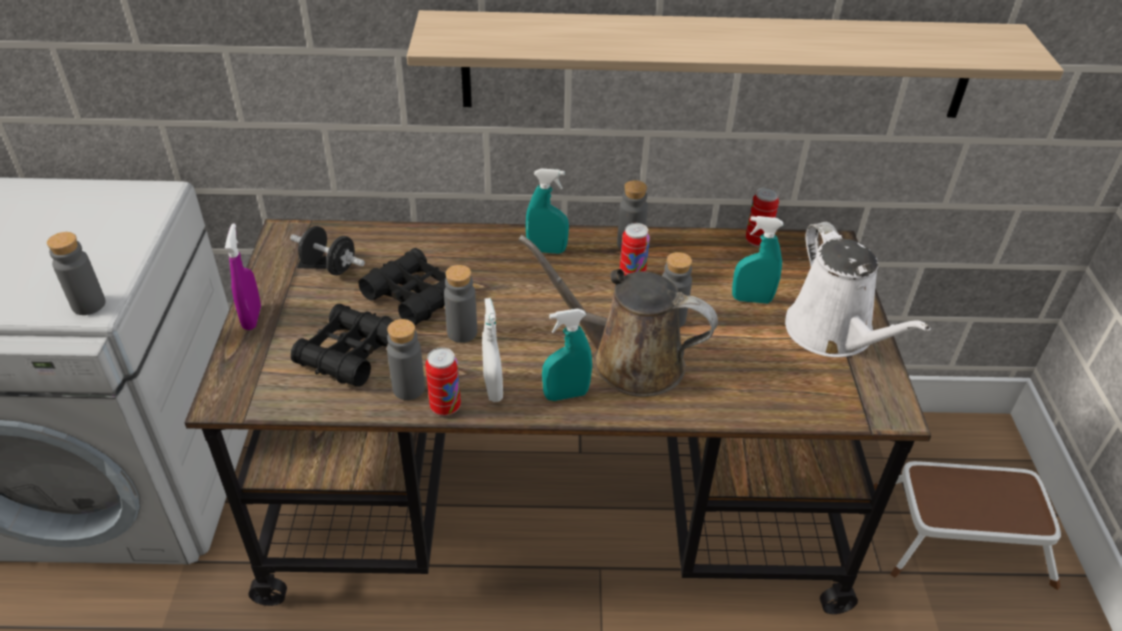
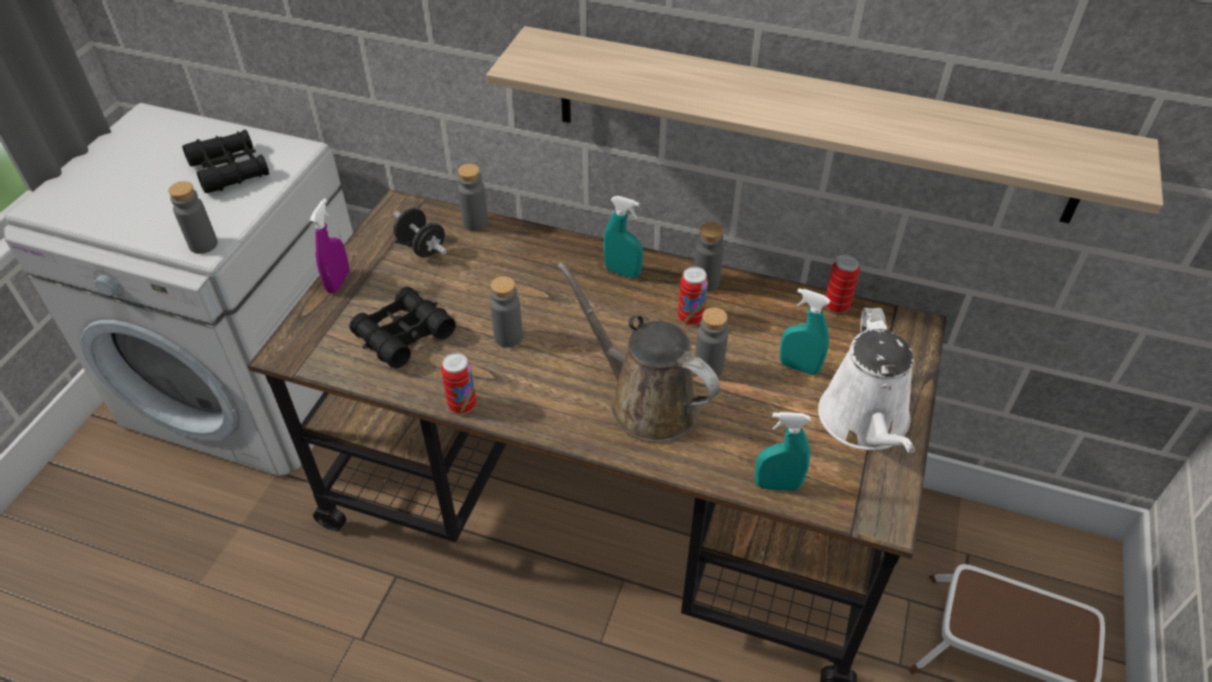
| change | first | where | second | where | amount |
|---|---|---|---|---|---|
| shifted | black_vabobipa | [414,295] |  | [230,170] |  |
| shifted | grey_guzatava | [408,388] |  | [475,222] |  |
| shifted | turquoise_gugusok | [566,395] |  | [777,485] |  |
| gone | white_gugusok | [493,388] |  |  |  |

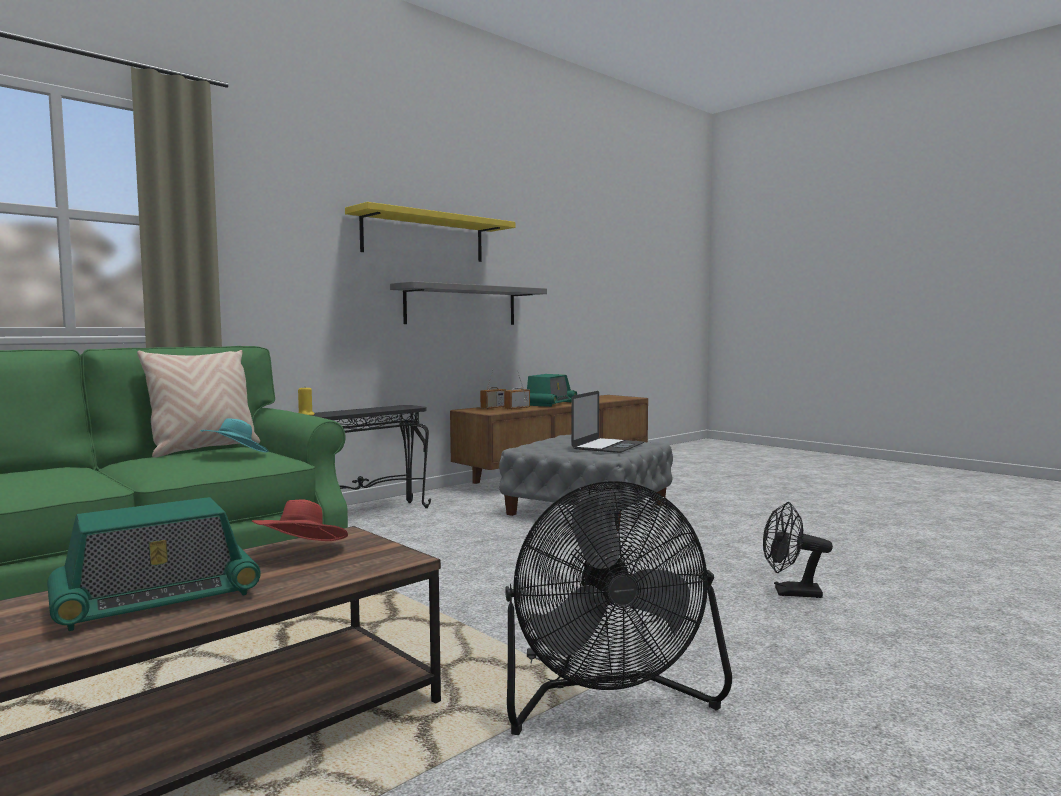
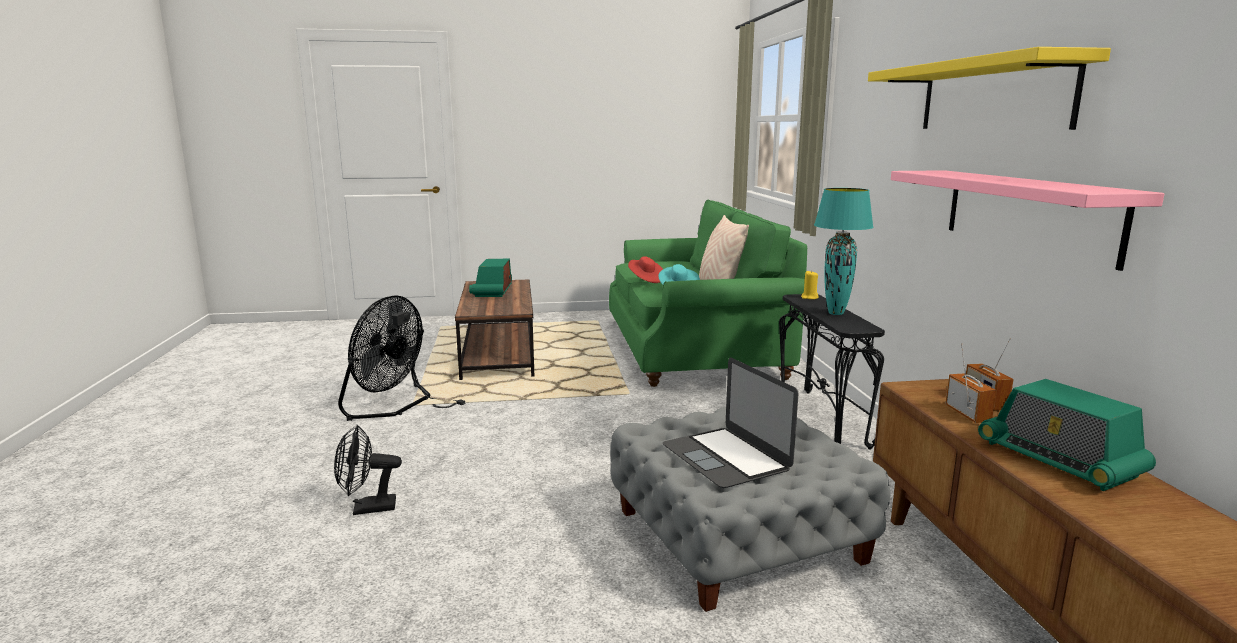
| change | first | where | second | where | amount |
|---|---|---|---|---|---|
| rotated | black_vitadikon | [790,593] |  | [367,509] | 150 degrees counterclockwise |
| shifted | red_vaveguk | [301,552] |  | [645,280] |  |
| new |  |  | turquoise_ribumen | [835,313] |  |
| repainted | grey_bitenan | [461,305] | pink_bitenan | [1027,213] |  |

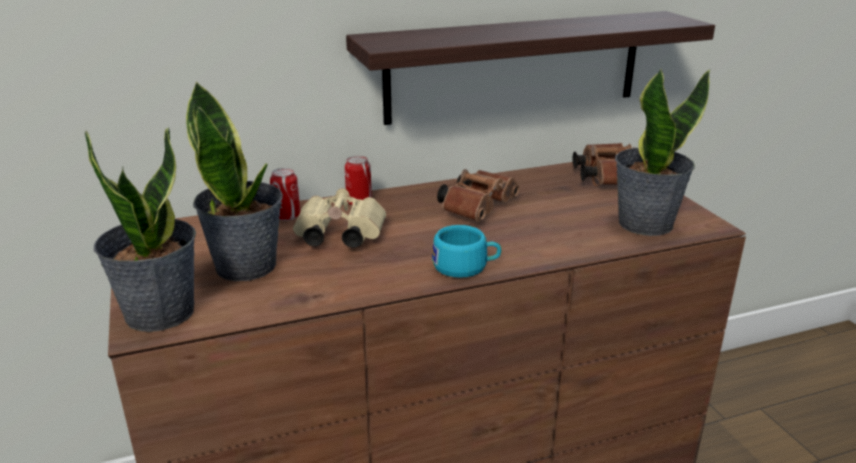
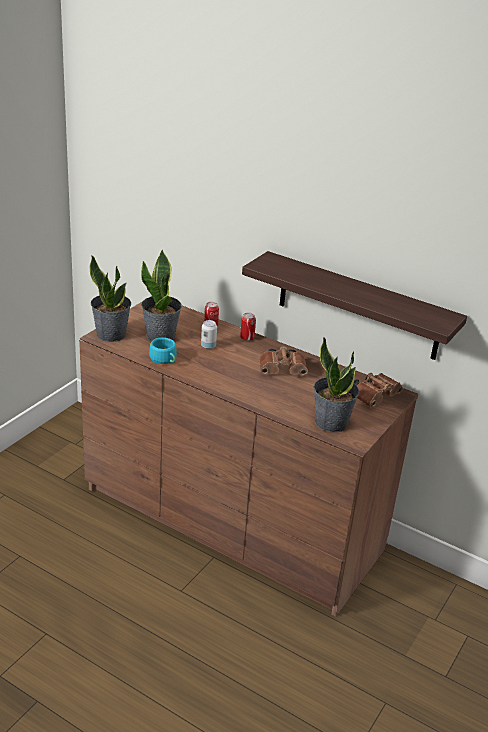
| change | first | where | second | where | amount |
|---|---|---|---|---|---|
| shifted | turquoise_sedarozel | [466,267] |  | [164,360] |  |
| swapped | beige_vabobipa | [337,237] | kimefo | [208,346] |  |

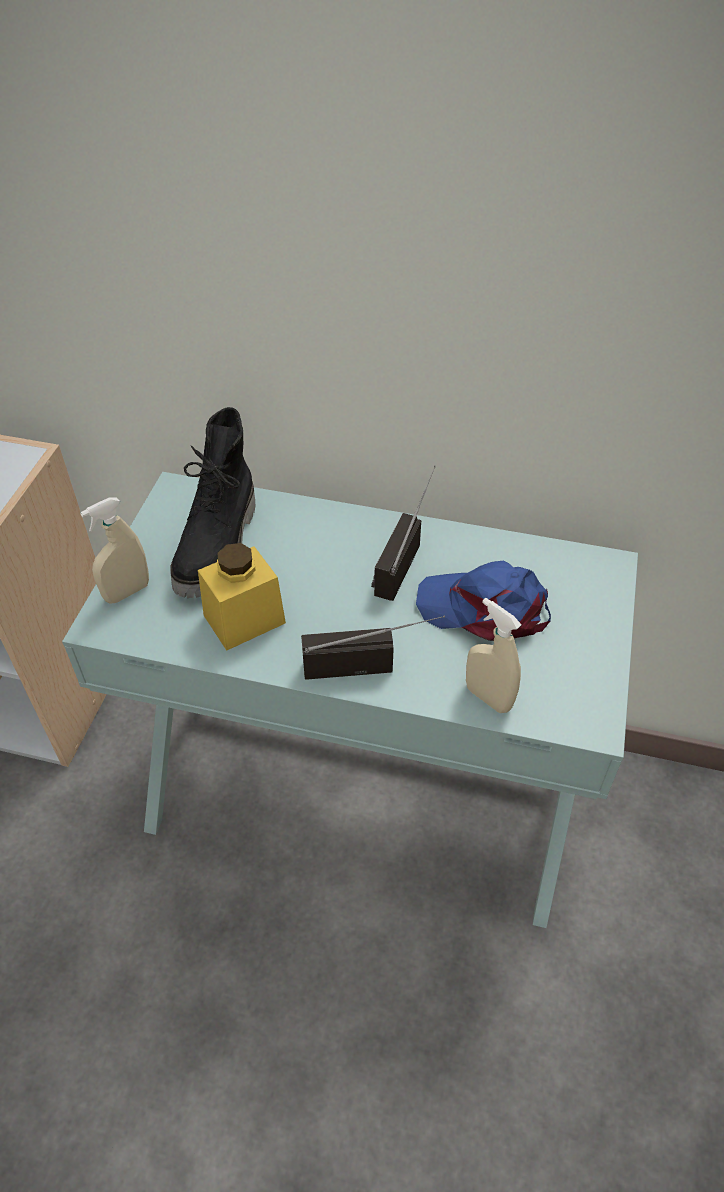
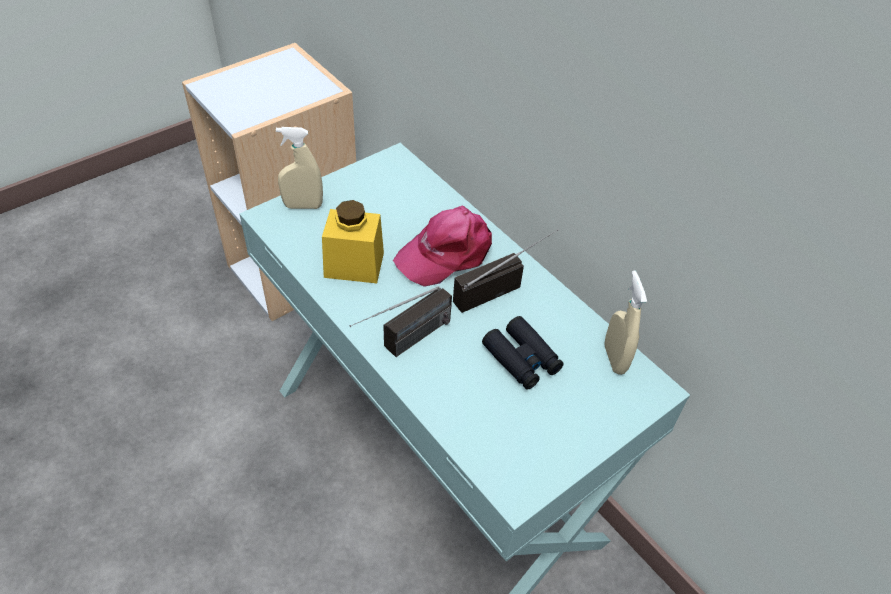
| change | first | where | second | where | amount |
|---|---|---|---|---|---|
| rotated | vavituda | [371,663] |  | [404,344] | 105 degrees clockwise |
| new |  |  | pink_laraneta | [446,253] |  |
| swapped | blue_laraneta | [485,609] | black_vabobipa | [522,359] |  |
| shifted | beige_gugusok | [488,697] |  | [614,359] |  |
| gone | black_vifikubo | [220,547] |  |  |  |

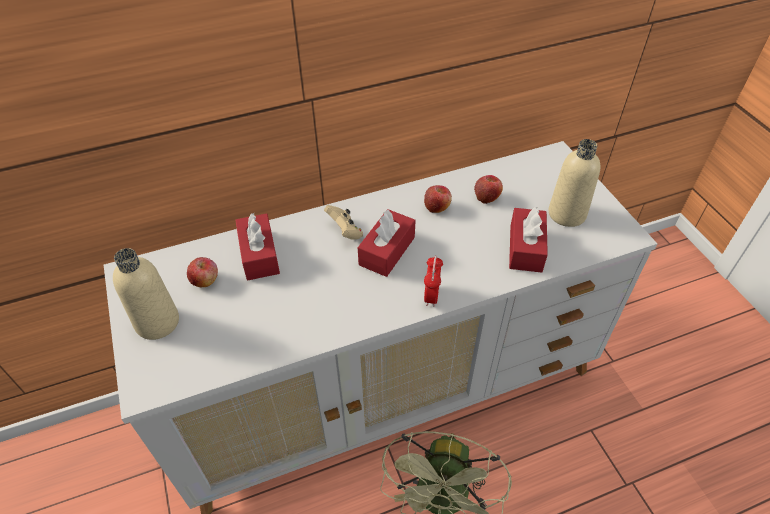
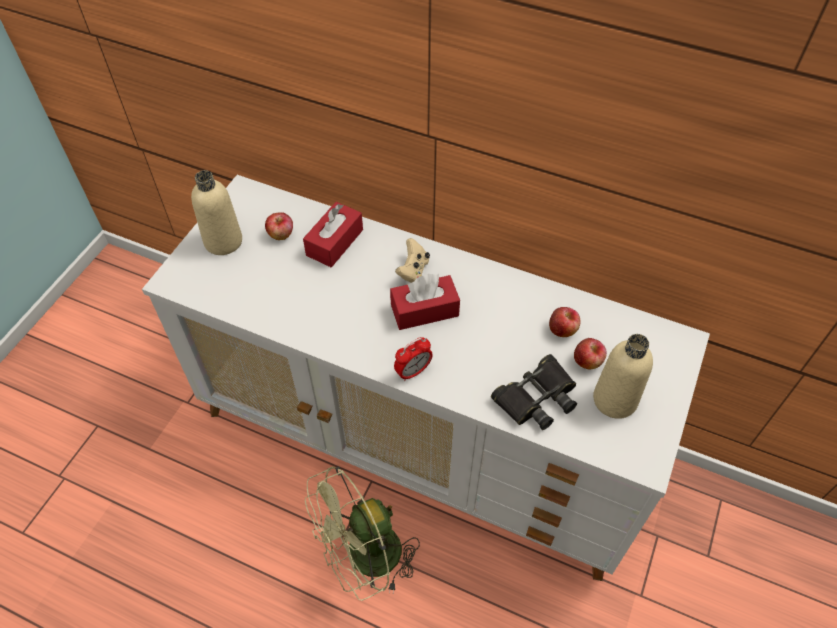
| change | first | where | second | where | amount |
|---|---|---|---|---|---|
| swapped | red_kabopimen | [525,248] | black_vabobipa | [536,397] |  |
| shifted | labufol | [437,207] |  | [587,361] |  |

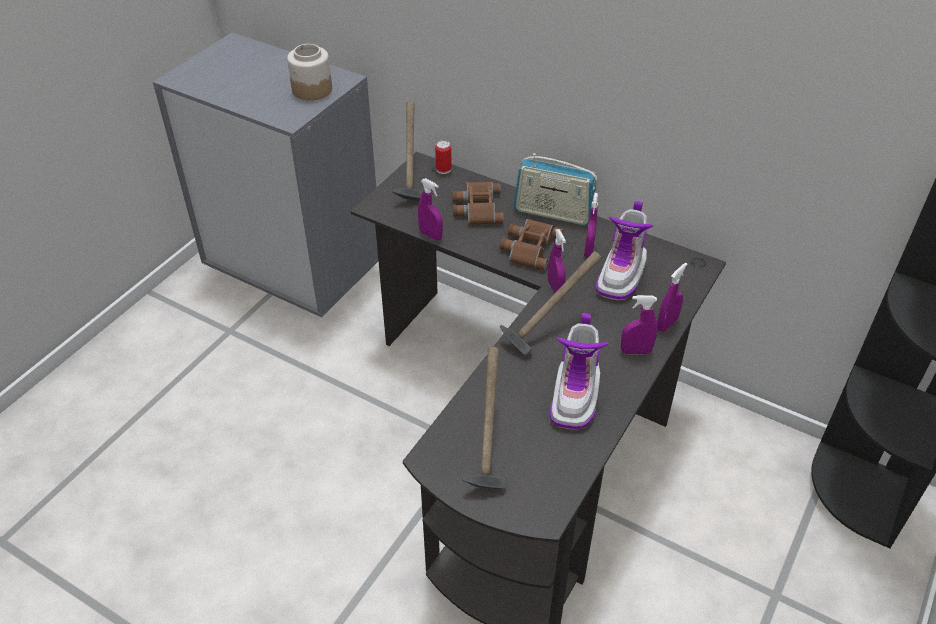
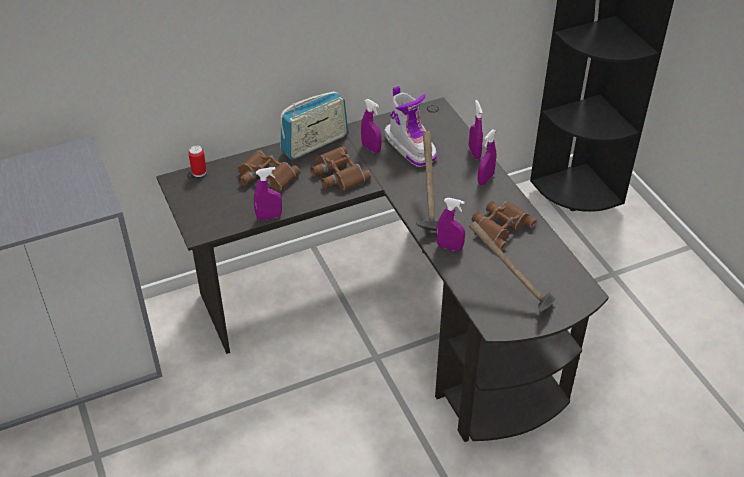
| change | first | where | second | where | amount |
|---|---|---|---|---|---|
| shifted | purple_gugusok | [555,288] |  | [449,247] |  |
| swapped | vifikubo | [575,395] | brown_vabobipa | [499,227] |  |
| gone | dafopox | [312,89] |  |  |  |
| gone | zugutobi | [410,180] |  |  |  |

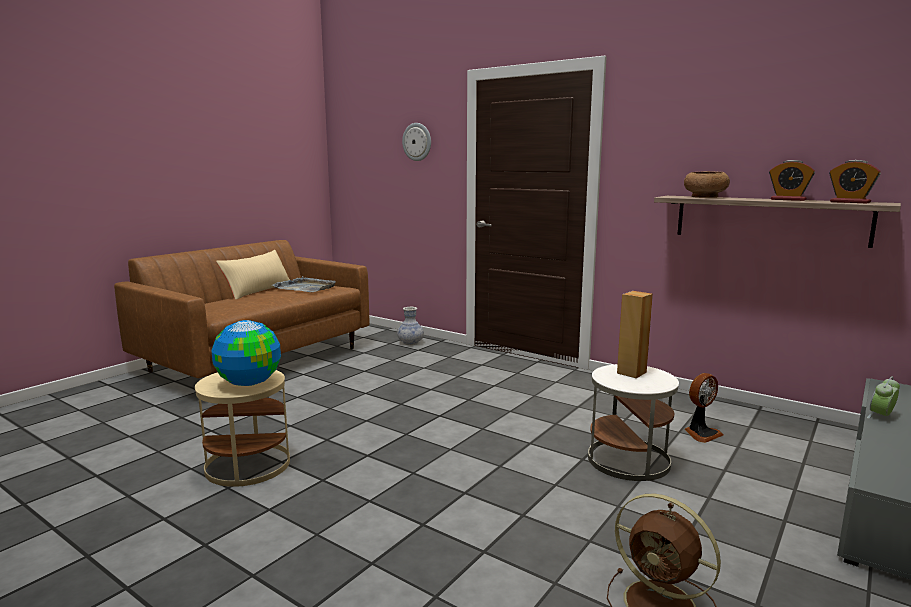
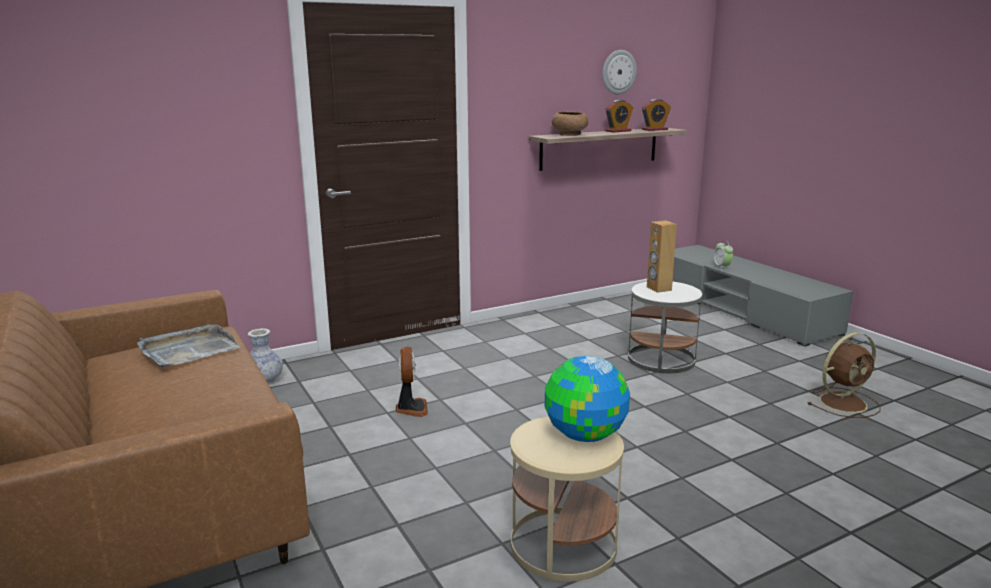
| change | first | where | second | where | amount |
|---|---|---|---|---|---|
| shifted | vitadikon | [701,433] |  | [411,408] |  |
| shifted | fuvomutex | [417,142] |  | [618,72] |  |
| gone | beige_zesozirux | [258,291] |  |  |  |

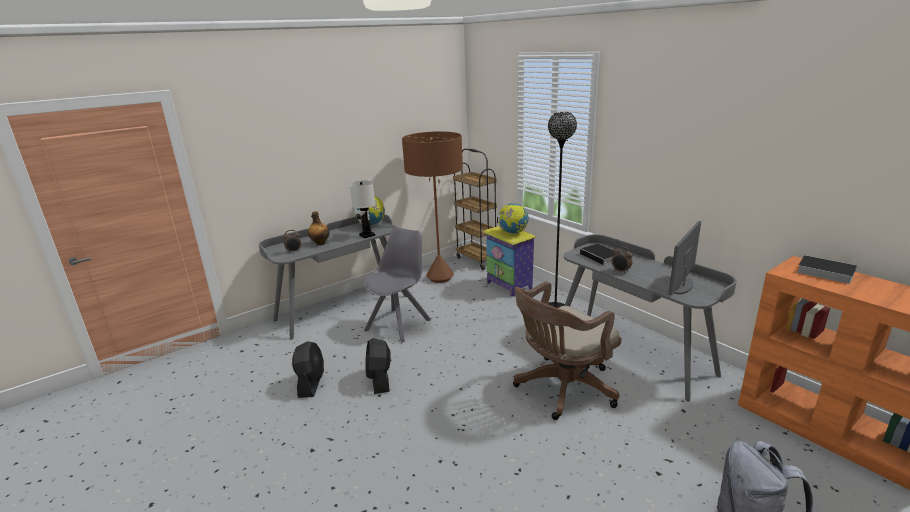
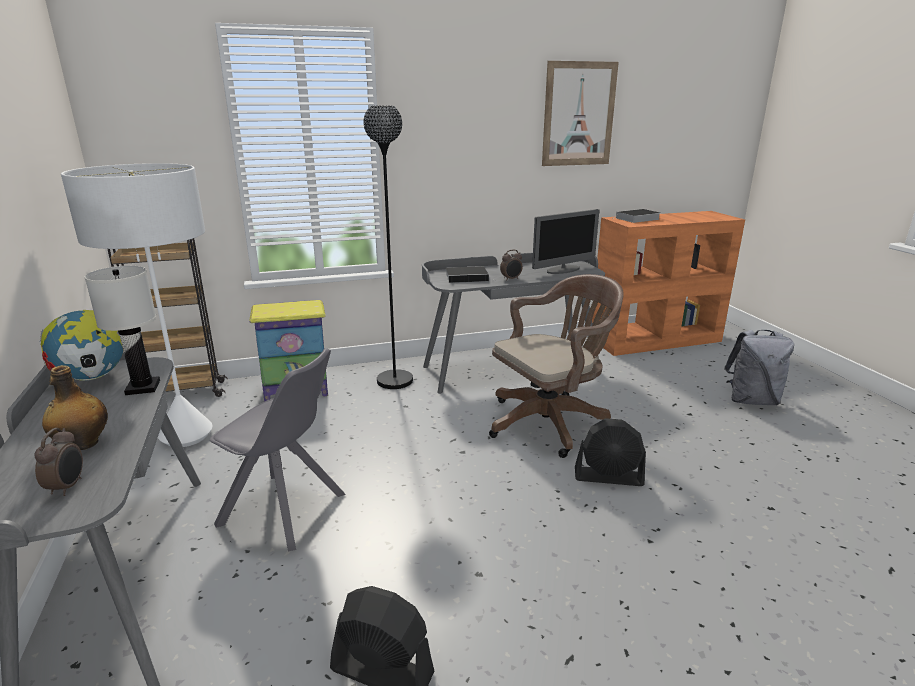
| change | first | where | second | where | amount |
|---|---|---|---|---|---|
| repainted | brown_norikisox | [440,278] | white_norikisox | [187,436] |  |
| rotated | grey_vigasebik | [399,324] |  | [285,511] | 150 degrees clockwise |
| rotated | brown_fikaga | [562,389] |  | [551,422] | 105 degrees counterclockwise |
| rotated | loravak | [681,286] |  | [563,270] | 90 degrees counterclockwise |
| new |  |  | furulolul | [578,114] |  |
| shifted | black_vitadikon | [379,380] |  | [608,477] |  |
| gone | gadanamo | [513,233] |  |  |  |

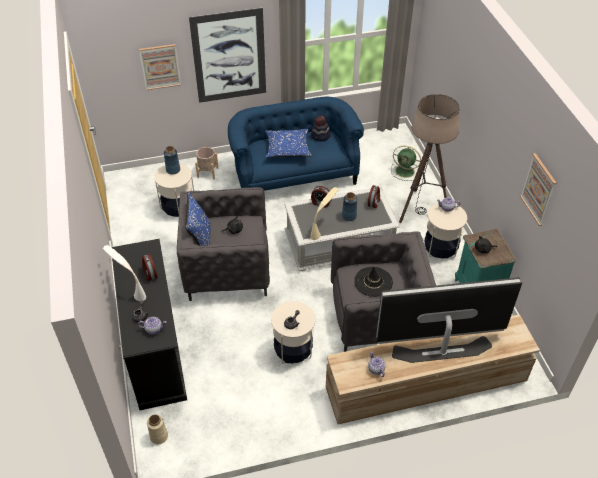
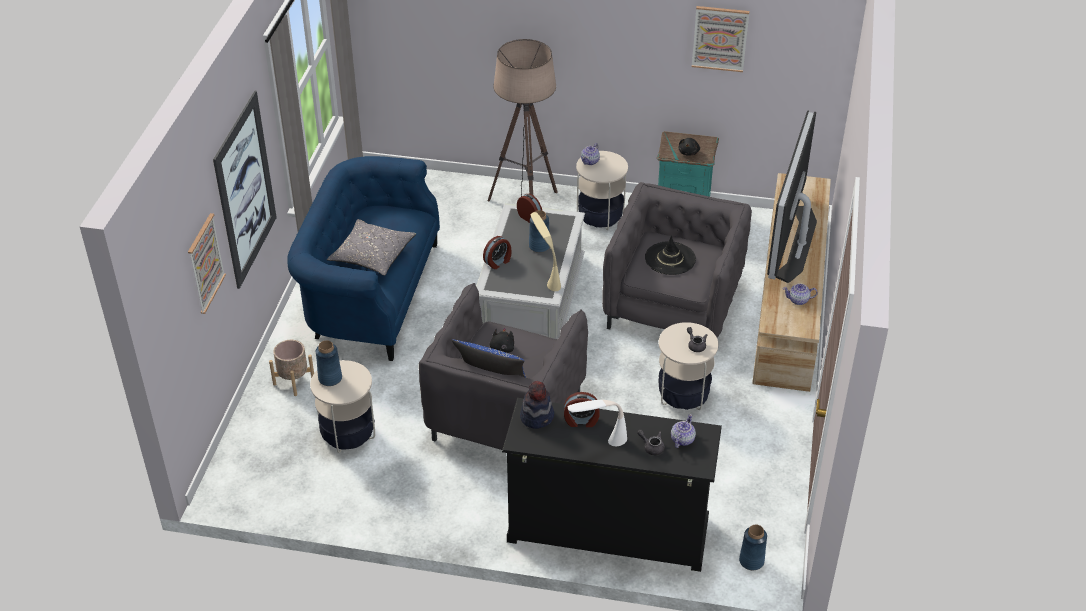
| change | first | where | second | where | amount |
|---|---|---|---|---|---|
| repainted | blue_zesozirux | [287,148] | grey_zesozirux | [372,255] |  |
| shifted | vaveguk | [320,136] |  | [537,416] |  |
| repainted | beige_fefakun | [159,436] | blue_fefakun | [751,561] |  |
| gone | green_vitadikon | [405,171] |  |  |  |

